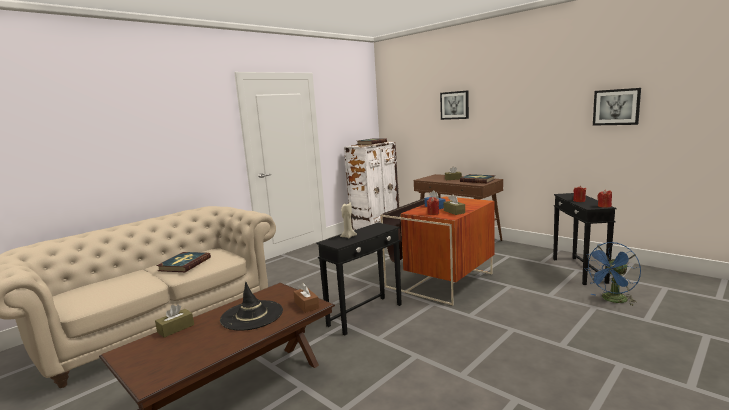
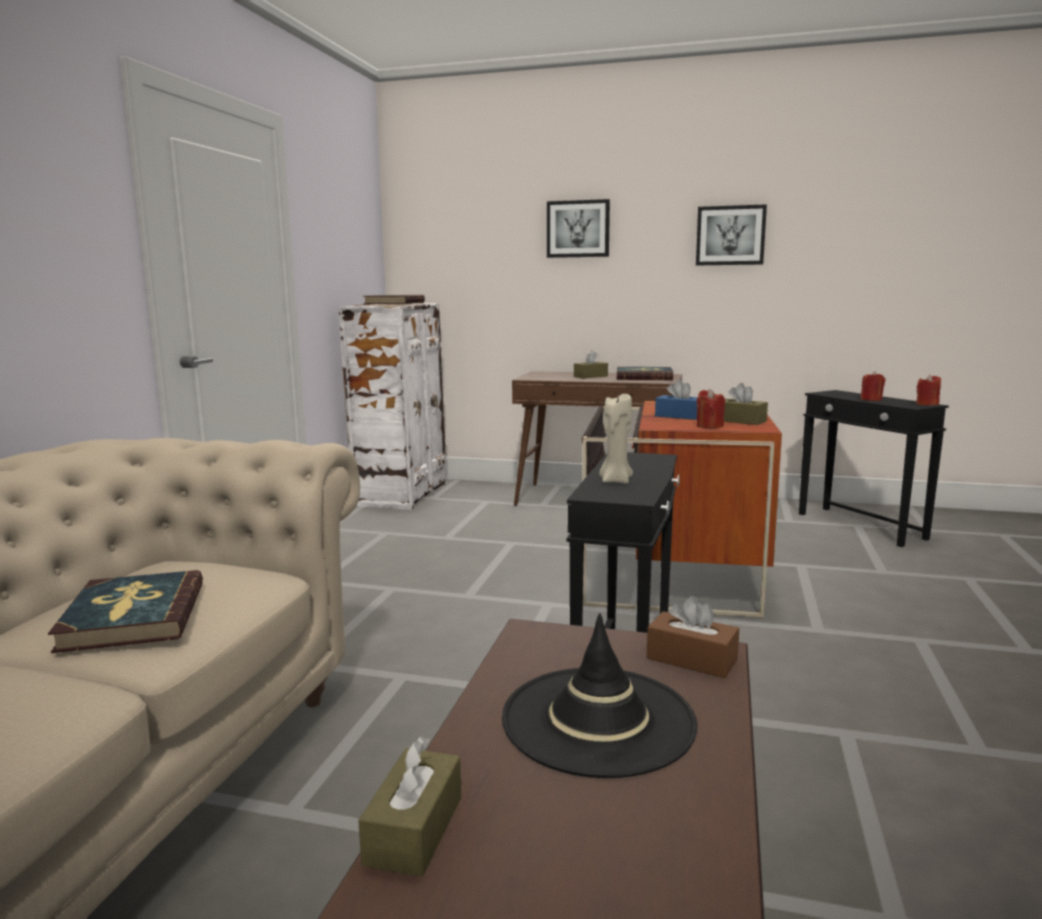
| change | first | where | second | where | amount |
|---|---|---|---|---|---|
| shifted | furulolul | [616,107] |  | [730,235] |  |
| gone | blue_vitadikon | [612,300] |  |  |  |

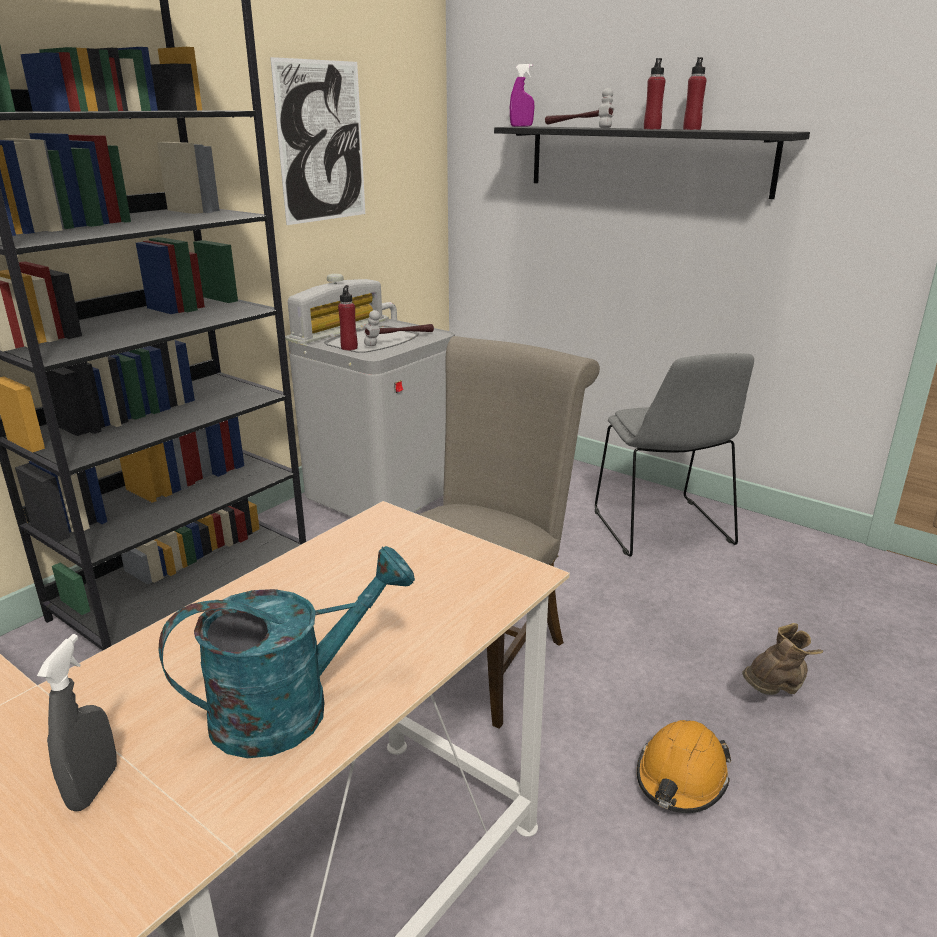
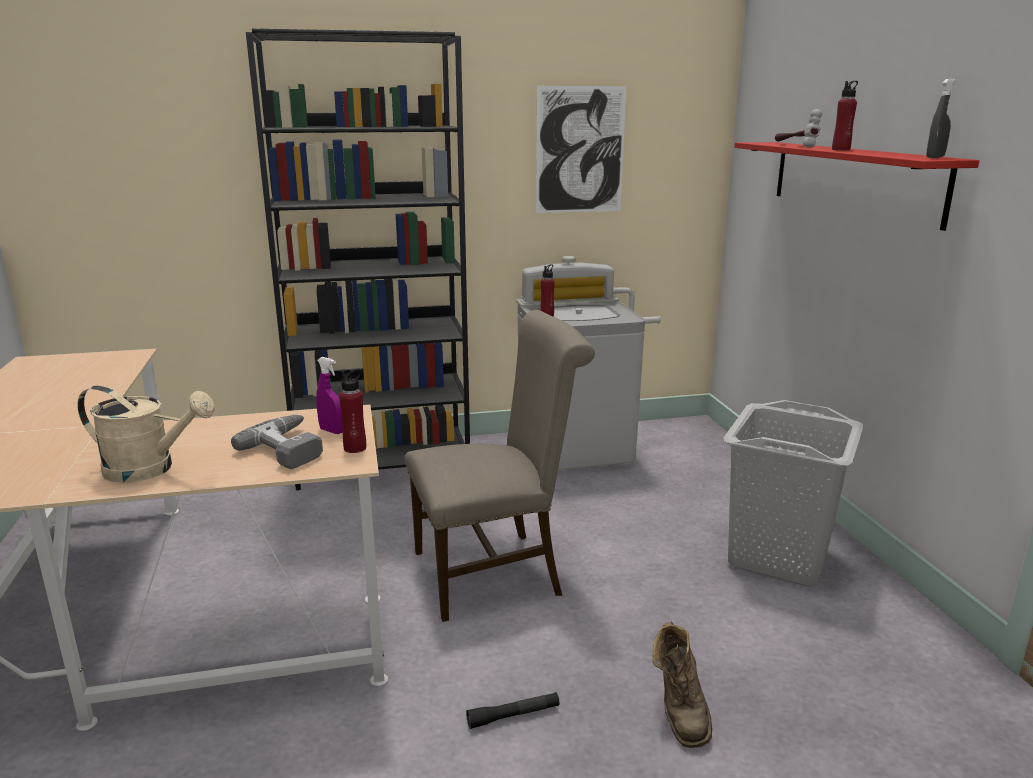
| change | first | where | second | where | amount |
|---|---|---|---|---|---|
| repainted | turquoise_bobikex | [291,707] | beige_bobikex | [150,469] |  |
| new |  |  | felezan | [291,448] |  |
| shifted | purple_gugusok | [521,126] |  | [332,431] |  |
| shifted | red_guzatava | [691,129] |  | [355,448] |  |
| swapped | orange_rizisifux | [681,778] | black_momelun | [513,716] |  |
| rotated | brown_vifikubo | [775,692] |  | [680,711] | 90 degrees clockwise |
| swapped | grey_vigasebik | [663,530] | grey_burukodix | [776,557] |  |
| repainted | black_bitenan | [646,160] | red_bitenan | [853,180] |  |
| shifted | grey_gugusok | [93,787] |  | [935,157] |  |
| gone | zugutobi | [400,340] |  |  |  |

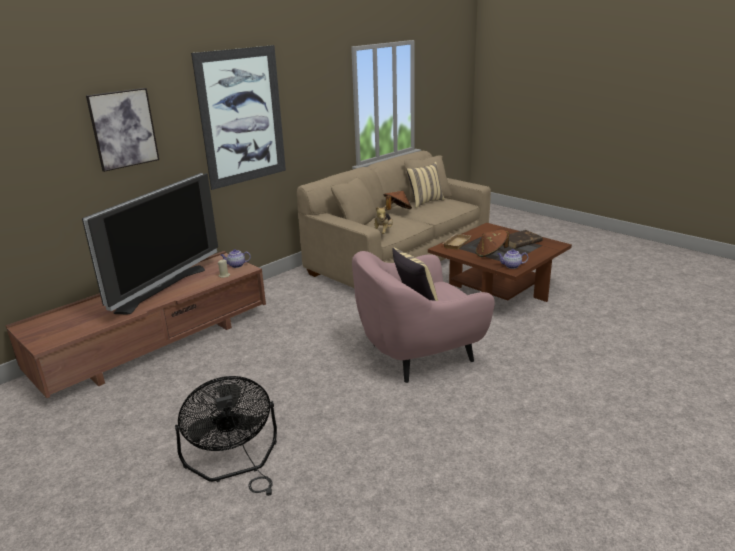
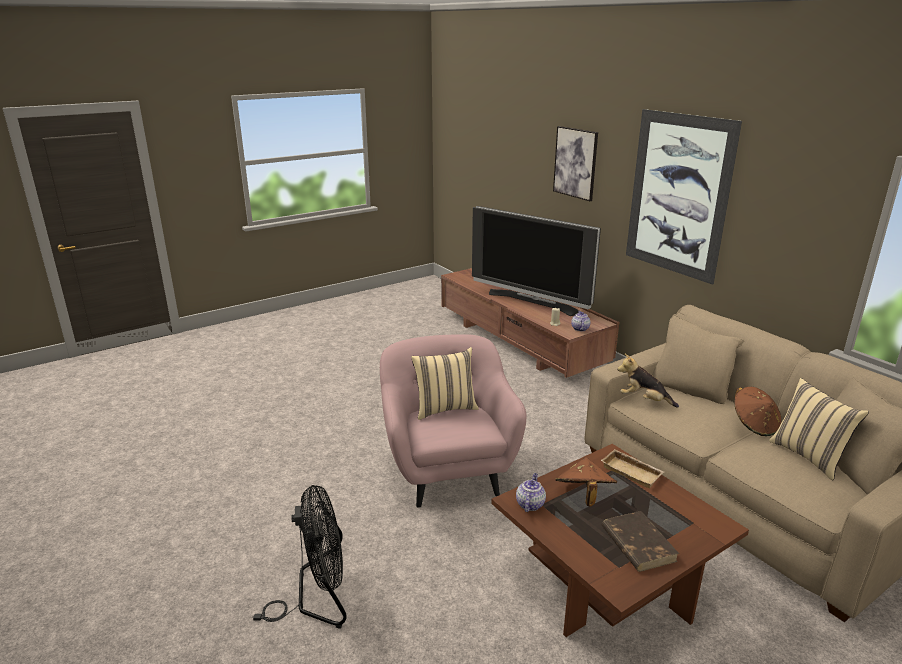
| change | first | where | second | where | amount |
|---|---|---|---|---|---|
| shifted | black_vitadikon | [237,465] |  | [316,592] |  |

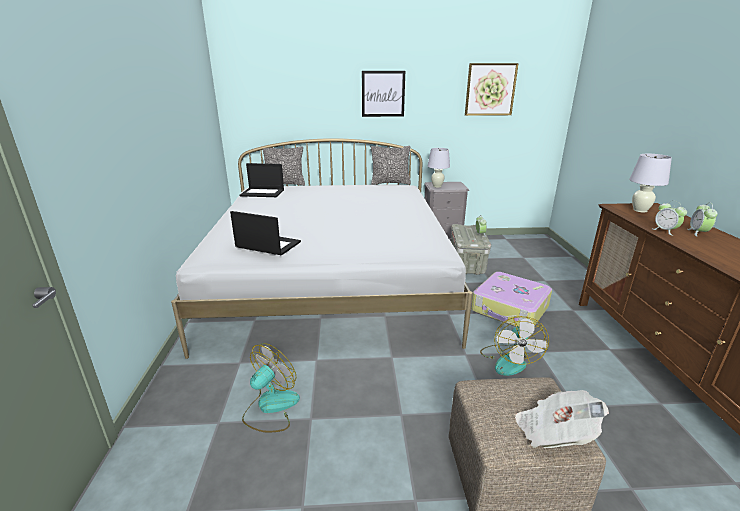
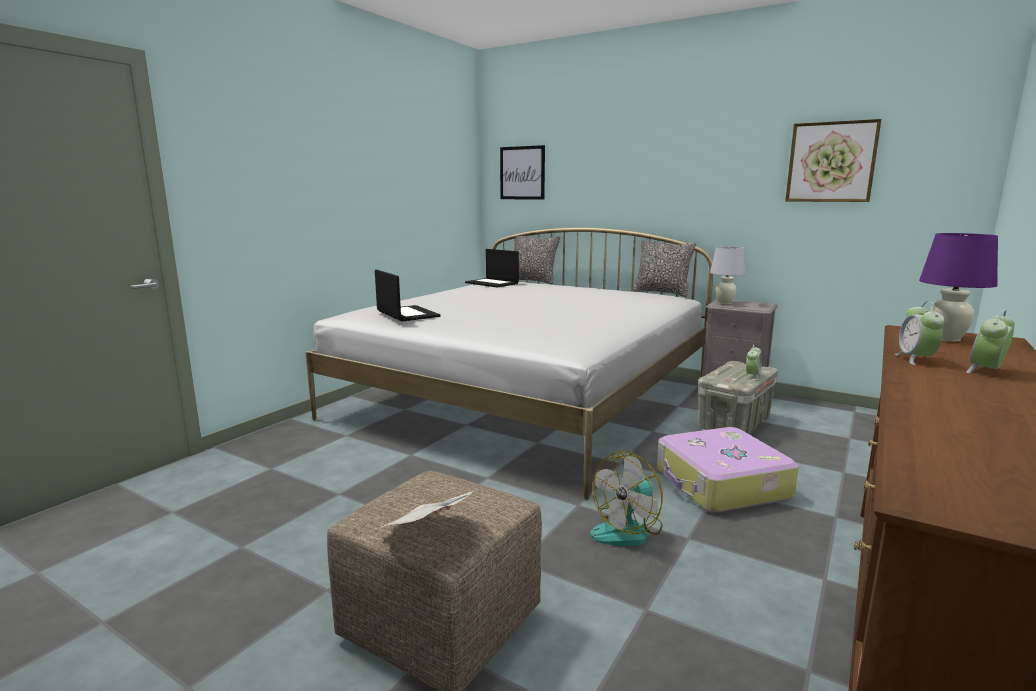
| change | first | where | second | where | amount |
|---|---|---|---|---|---|
| shifted | furulolul | [383,94] |  | [522,173] |  |
| repainted | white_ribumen | [640,210] | purple_ribumen | [946,339] |  |
| gone | vitadikon | [270,407] |  |  |  |

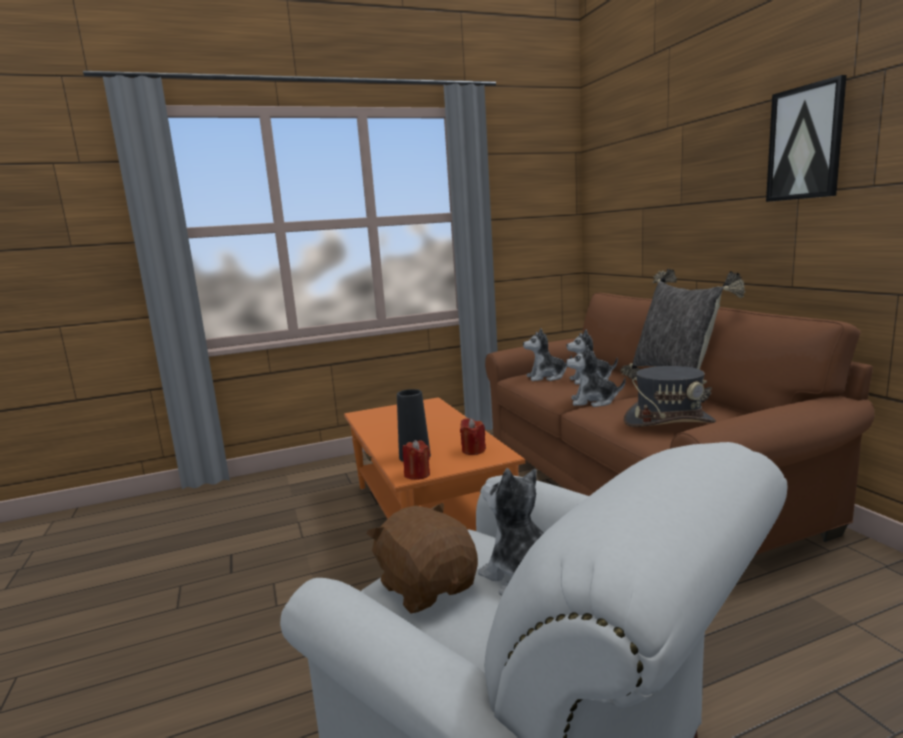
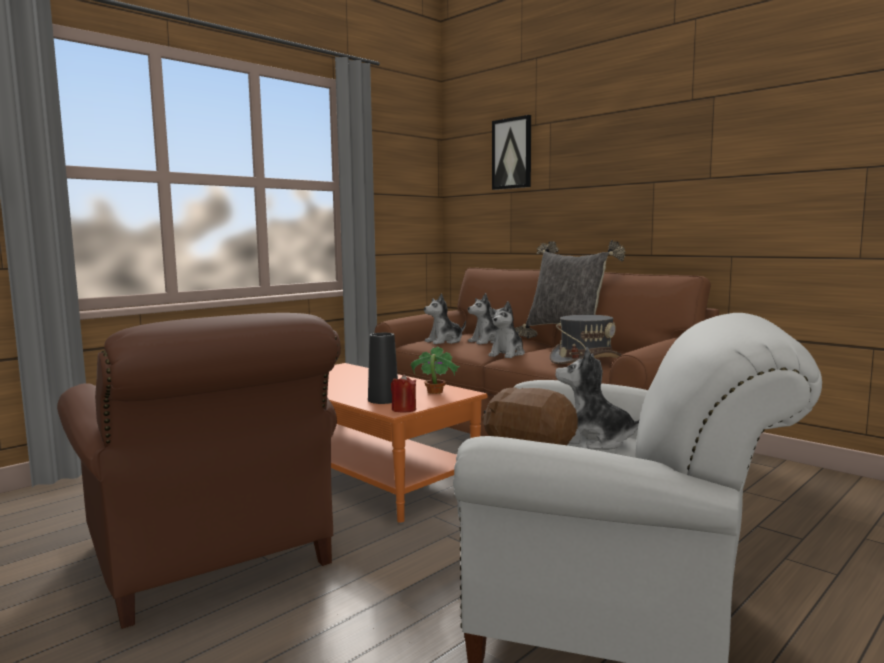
| change | first | where | second | where | amount |
|---|---|---|---|---|---|
| new |  |  | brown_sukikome | [213,559] |  |
| swapped | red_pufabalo | [473,450] | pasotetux | [434,392] |  |
| rotated | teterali | [593,402] |  | [507,354] | 45 degrees counterclockwise |
| shifted | furulolul | [805,143] |  | [512,153] |  |

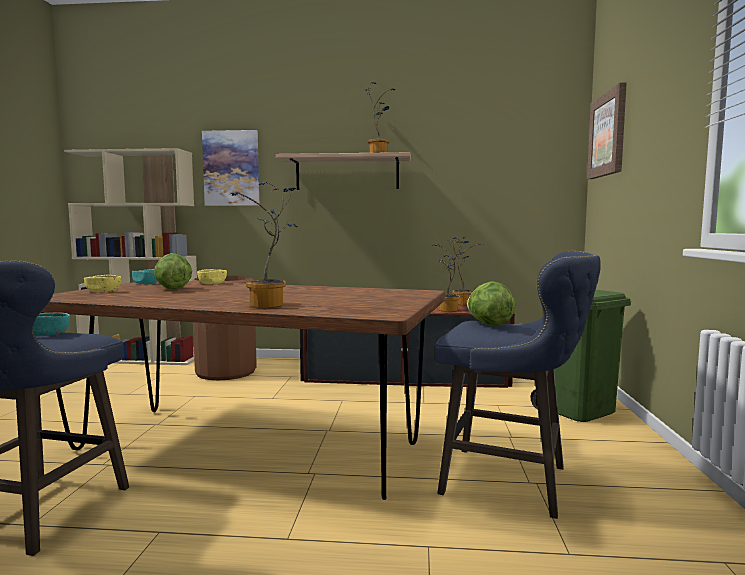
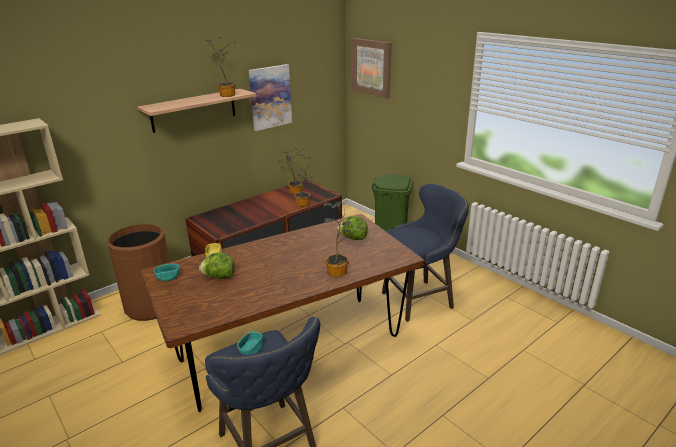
| change | first | where | second | where | amount |
|---|---|---|---|---|---|
| shifted | furulolul | [231,168] |  | [270,97] |  |
| shifted | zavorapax | [489,324] |  | [353,238] |  |
| gone | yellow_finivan | [103,291] |  |  |  |

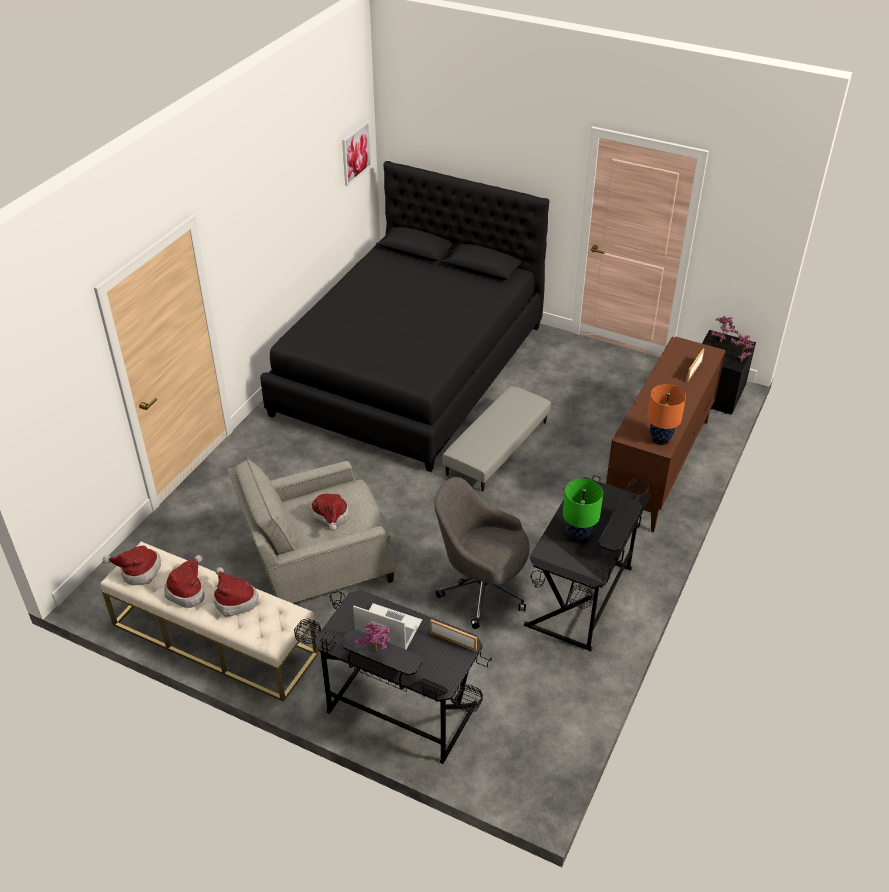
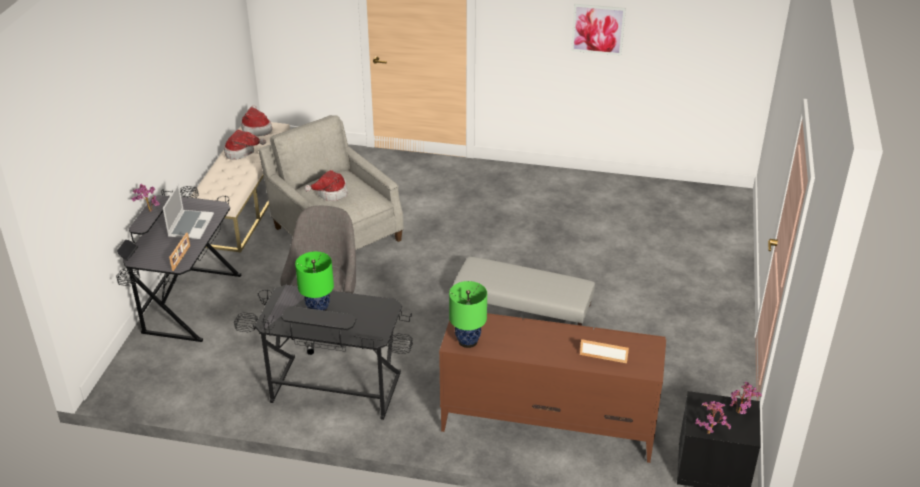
| change | first | where | second | where | amount |
|---|---|---|---|---|---|
| repainted | orange_ribumen | [660,439] | green_ribumen | [467,341] |  |
| shifted | furulolul | [356,153] |  | [598,29] |  |
| gone | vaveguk | [234,600] |  |  |  |
| gone | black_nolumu | [411,369] |  |  |  |

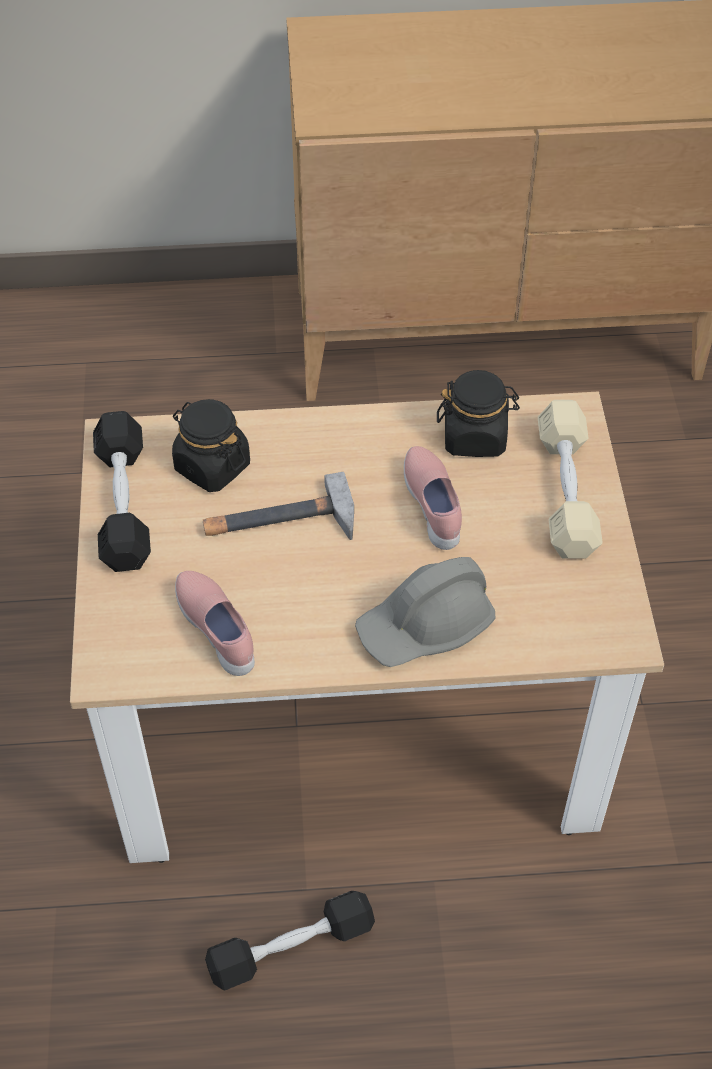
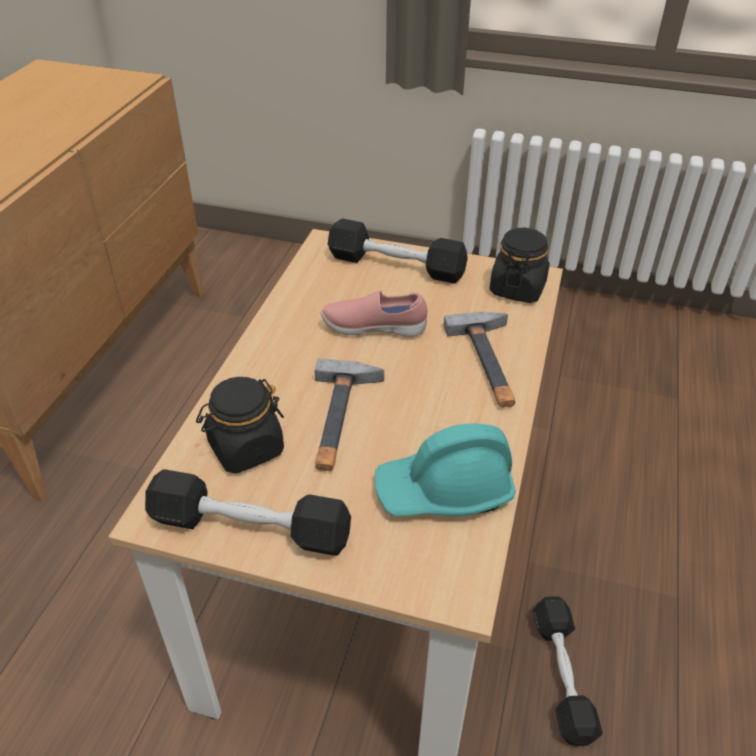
| change | first | where | second | where | amount |
|---|---|---|---|---|---|
| repainted | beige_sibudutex | [566,492] | black_sibudutex | [396,265] |  |
| swapped | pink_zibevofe | [218,630] | turquoise_rizisifux | [444,490] |  |
| swapped | grey_rizisifux | [425,626] | zugutobi | [490,363] |  |
| shifted | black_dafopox | [475,437] |  | [517,288] |  |

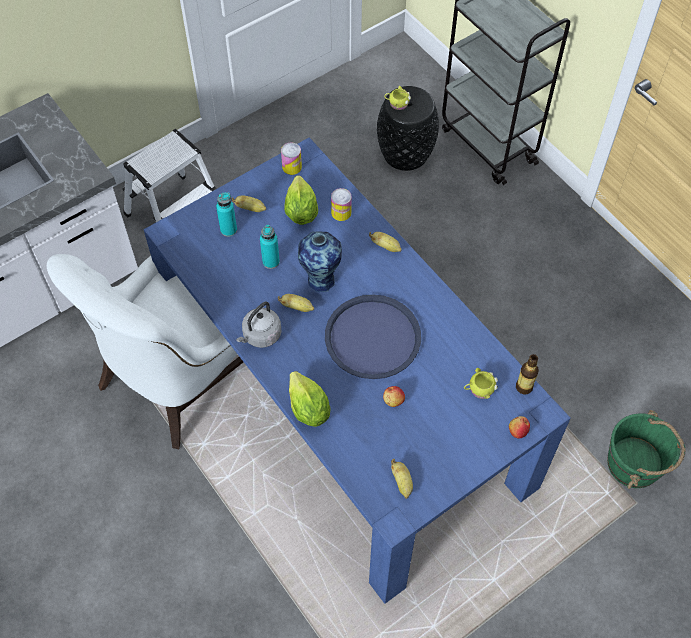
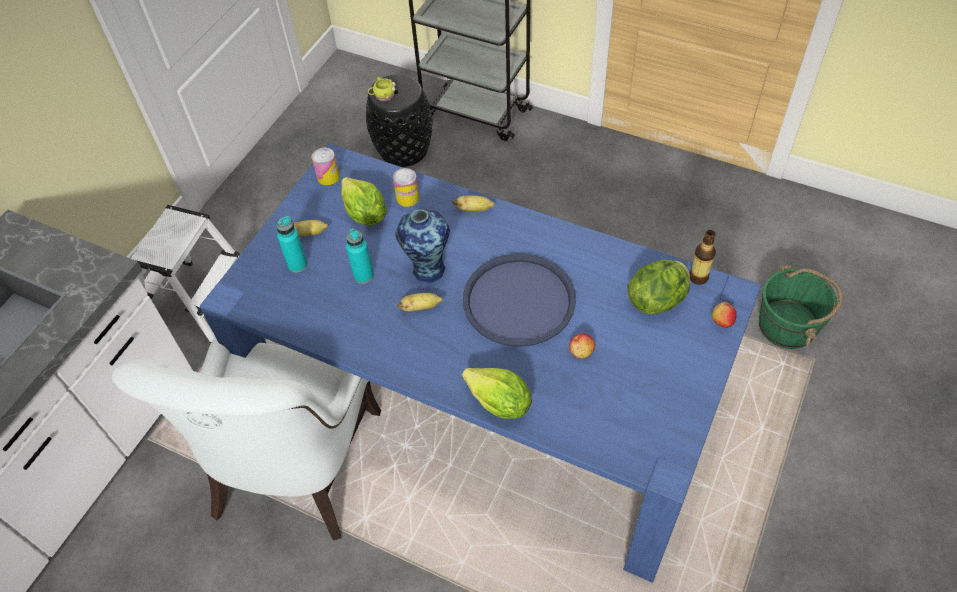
| change | first | where | second | where | amount |
|---|---|---|---|---|---|
| swapped | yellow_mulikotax | [479,389] | zavorapax | [658,299] |  |
| gone | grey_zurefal | [260,336] |  |  |  |
| gone | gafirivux | [402,483] |  |  |  |

